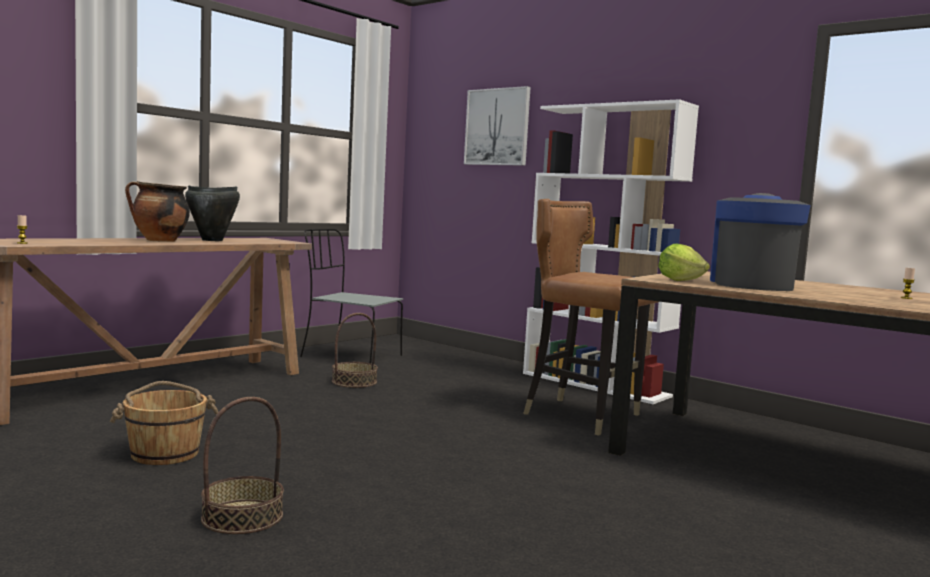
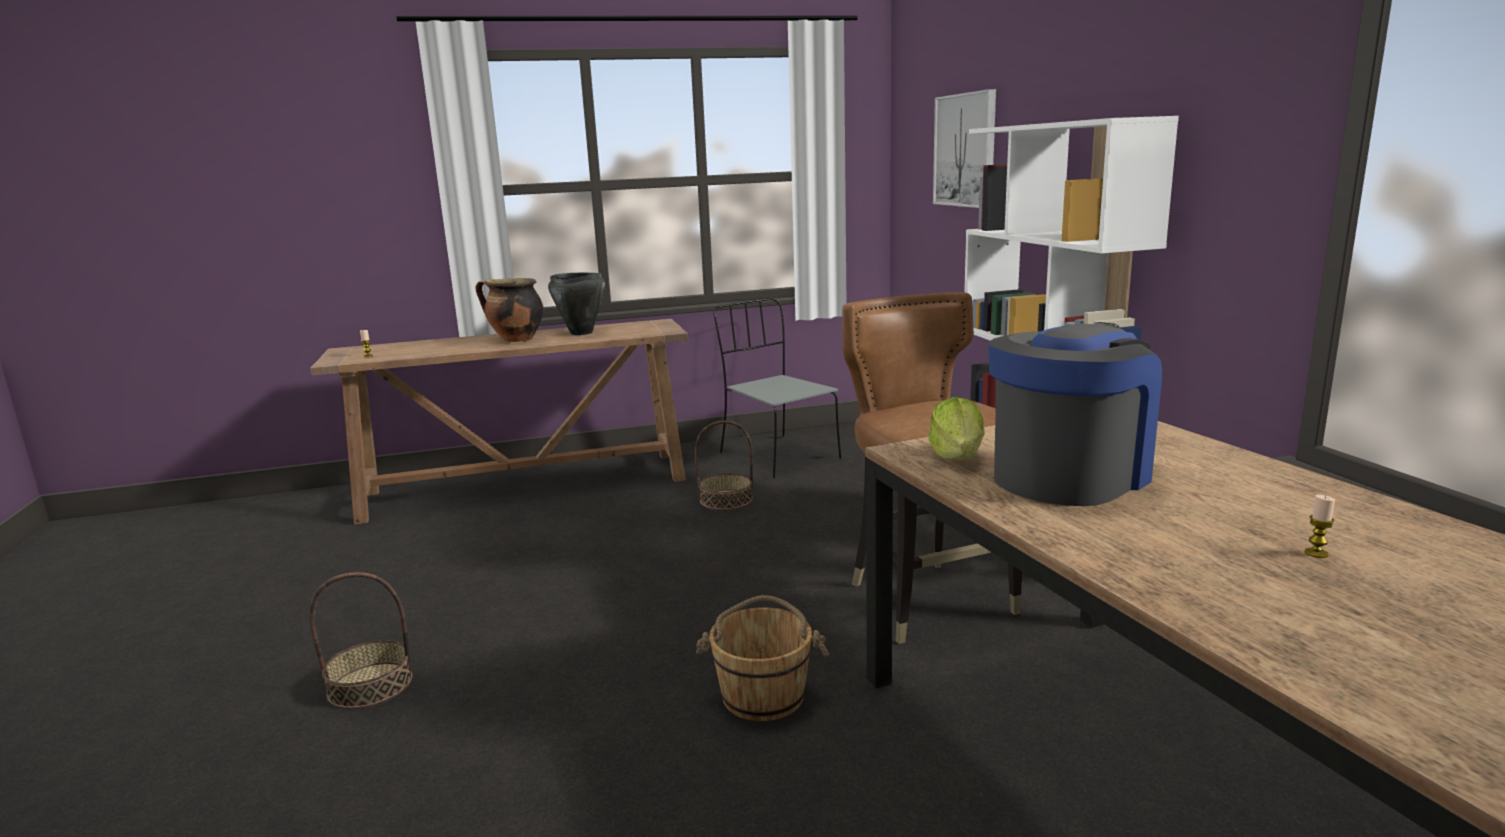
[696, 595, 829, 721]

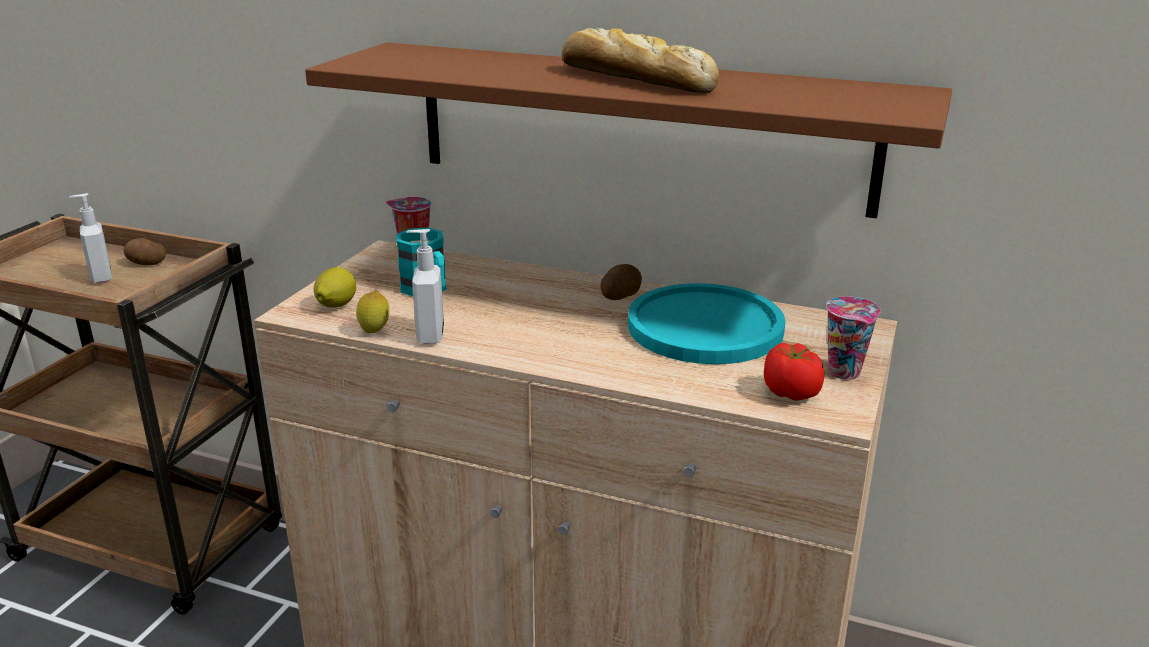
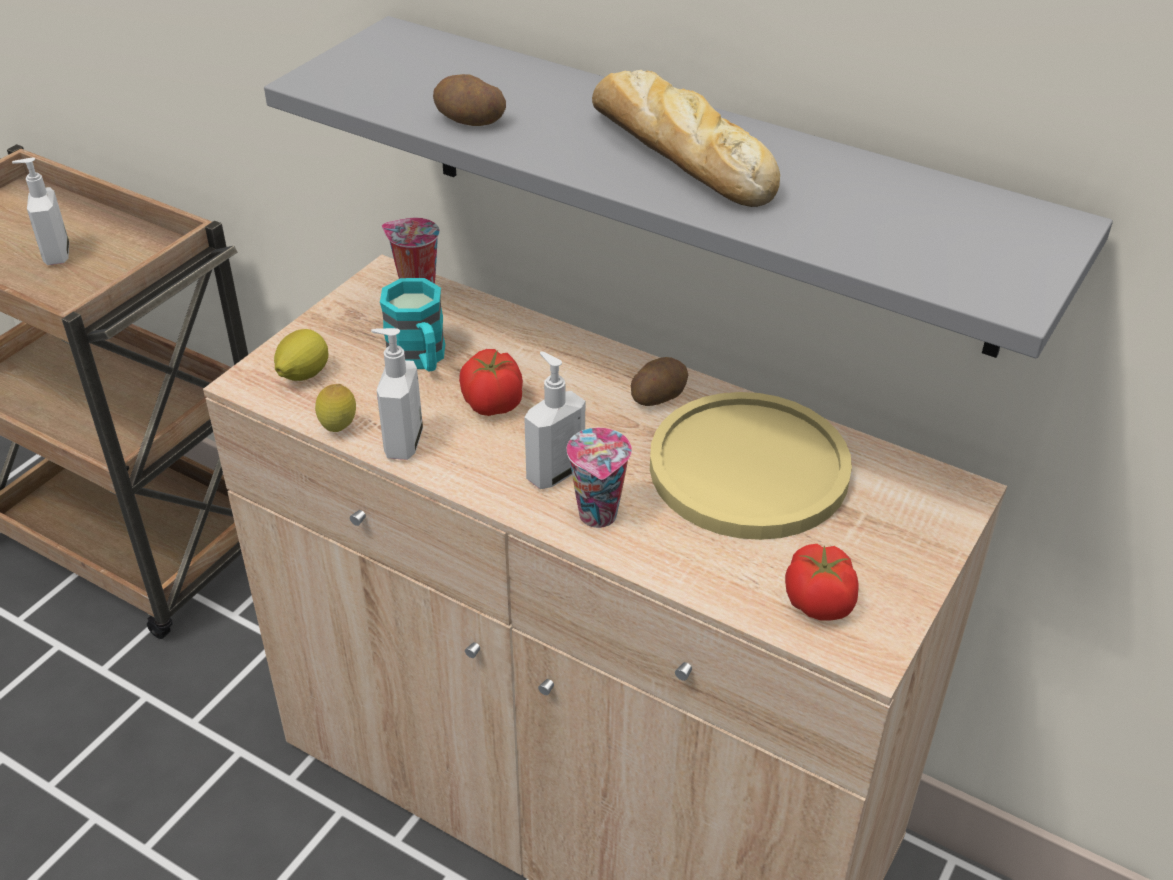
[433, 74, 506, 126]
[264, 16, 1113, 358]
[650, 392, 852, 540]
[567, 428, 632, 528]
[459, 349, 523, 416]
[524, 351, 585, 489]

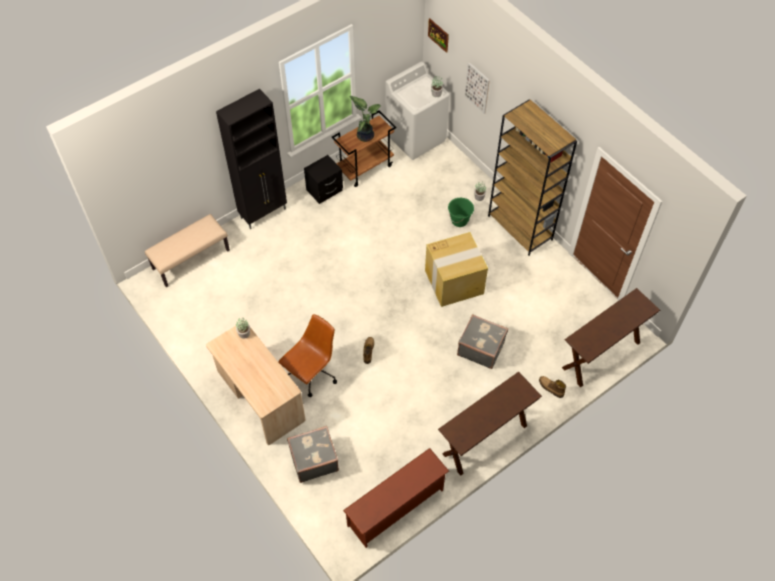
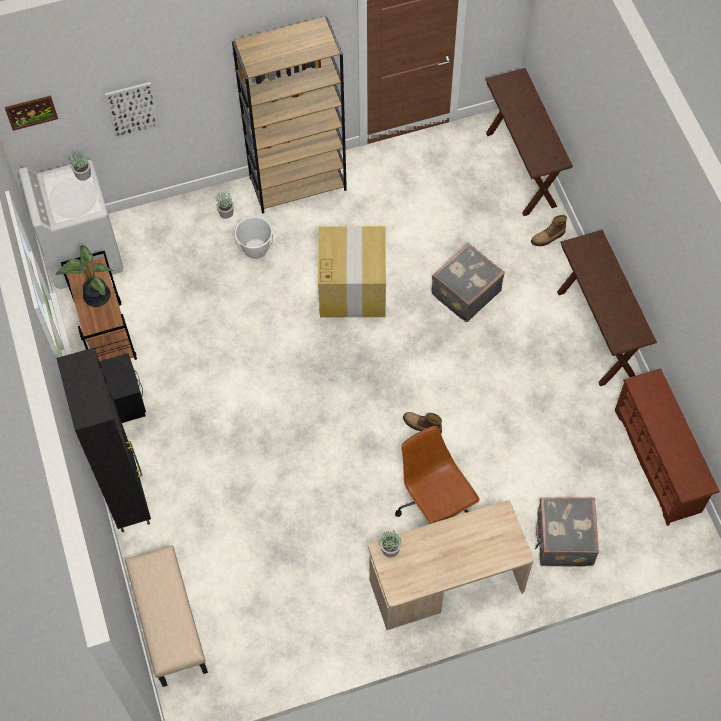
[234, 216, 273, 259]

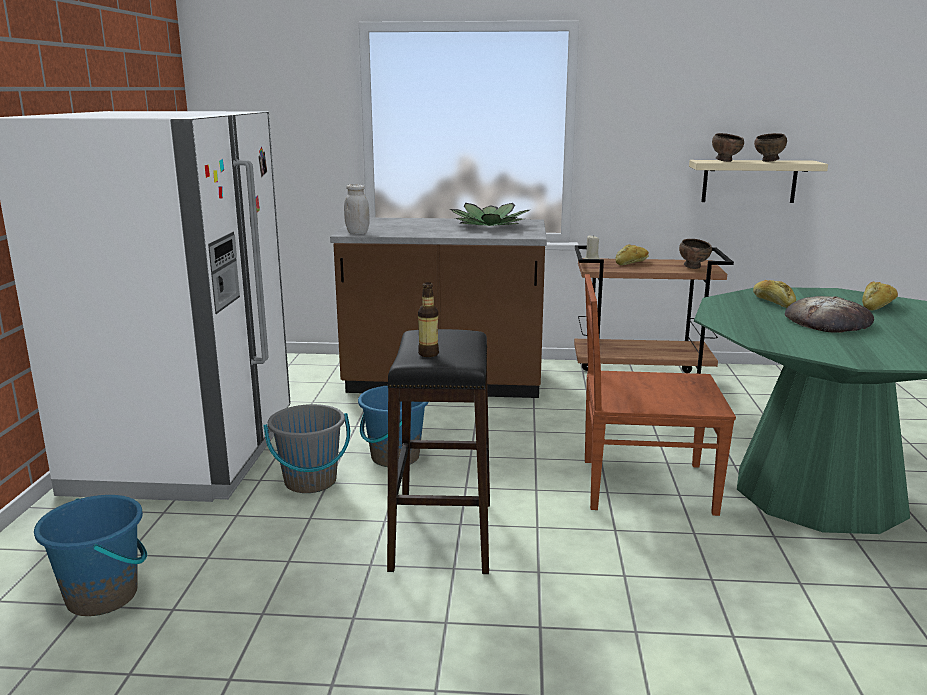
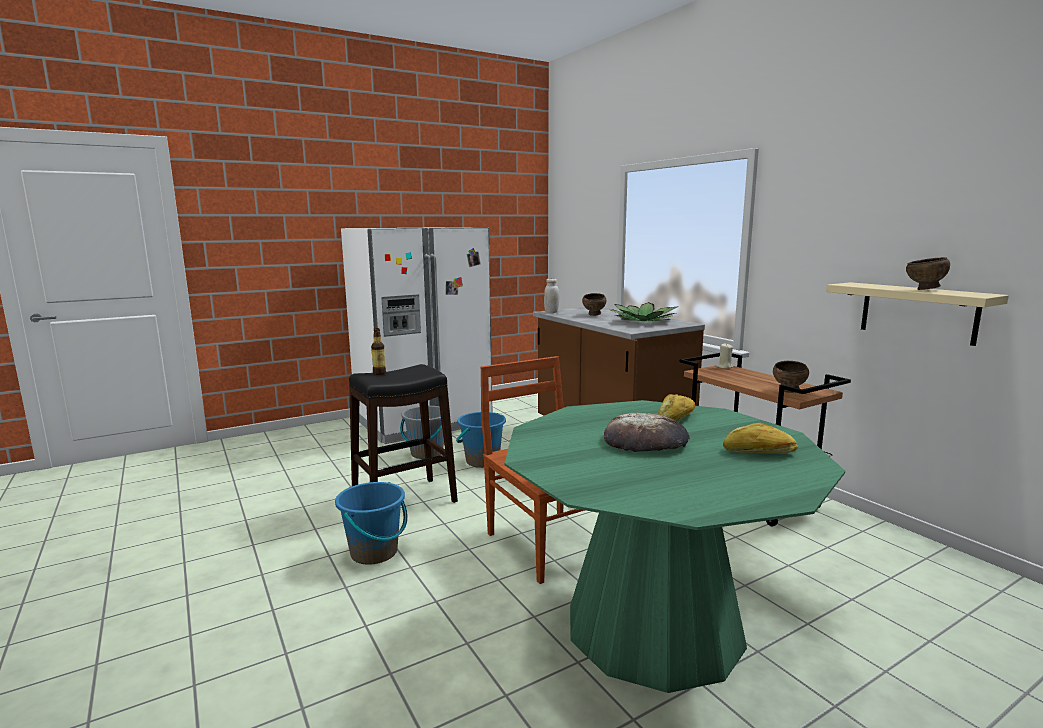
[335, 482, 408, 565]
[615, 244, 649, 265] (first image)
[582, 293, 606, 316]

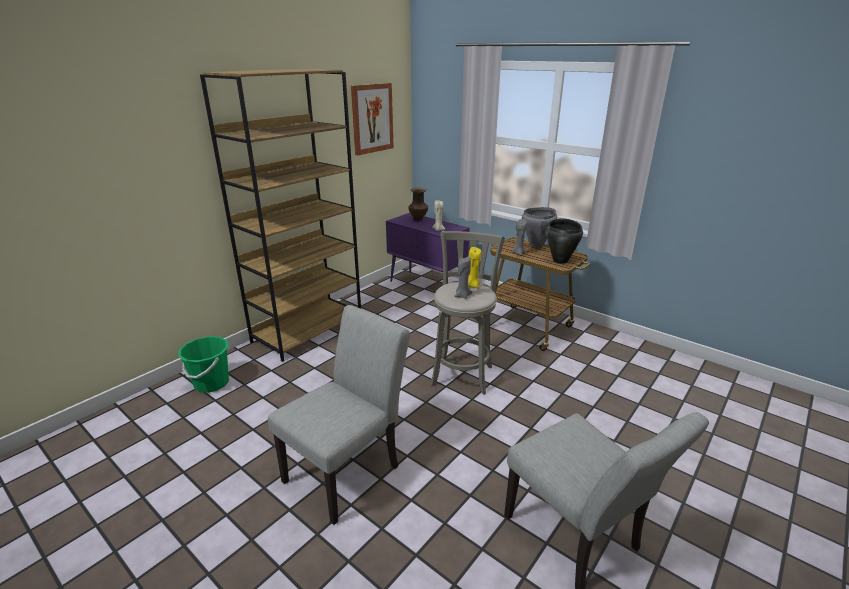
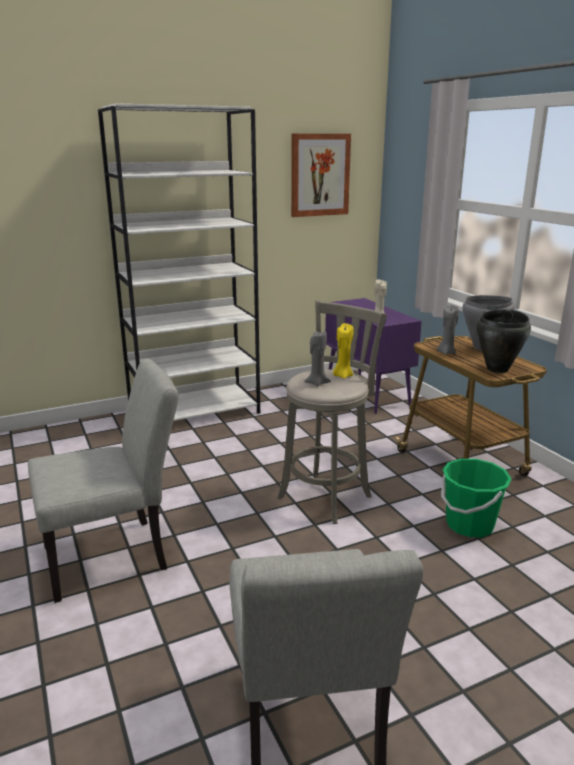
[441, 459, 512, 537]
[98, 103, 260, 421]
[408, 188, 428, 221] (first image)

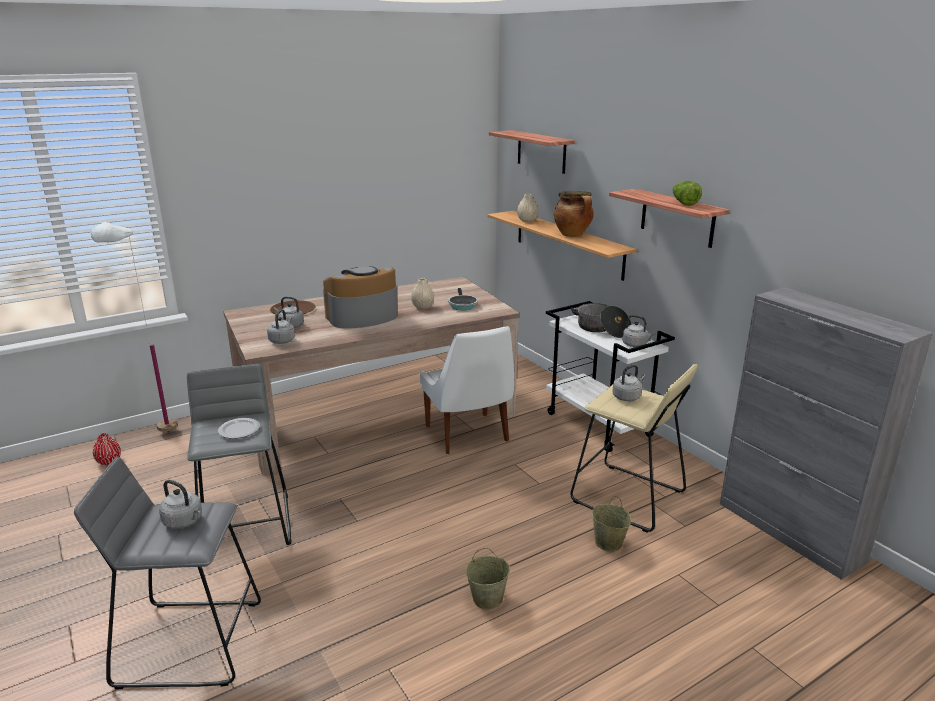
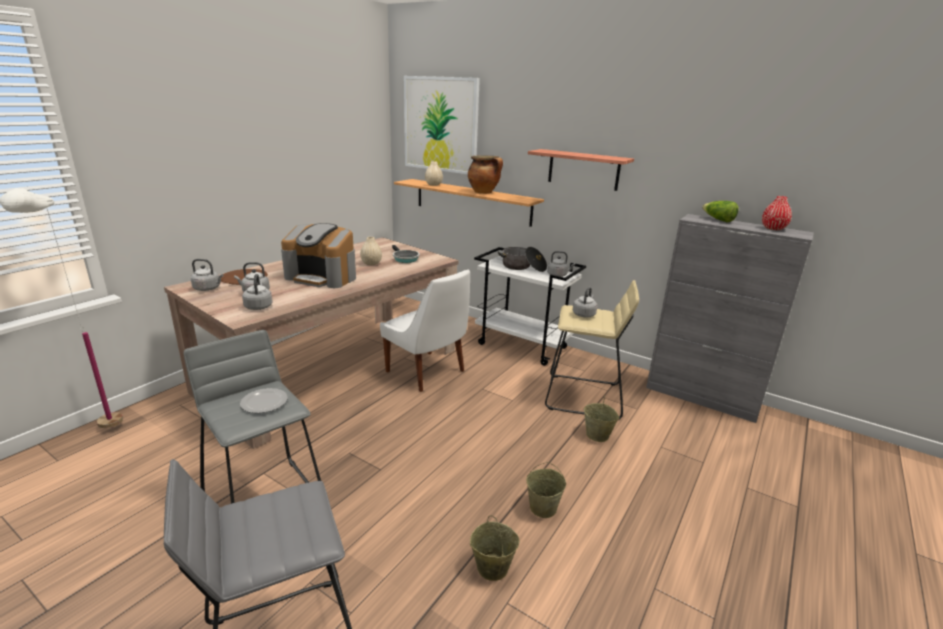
[762, 196, 792, 230]
[191, 259, 224, 291]
[281, 223, 356, 288]
[404, 76, 480, 174]
[702, 201, 739, 222]
[470, 515, 520, 581]

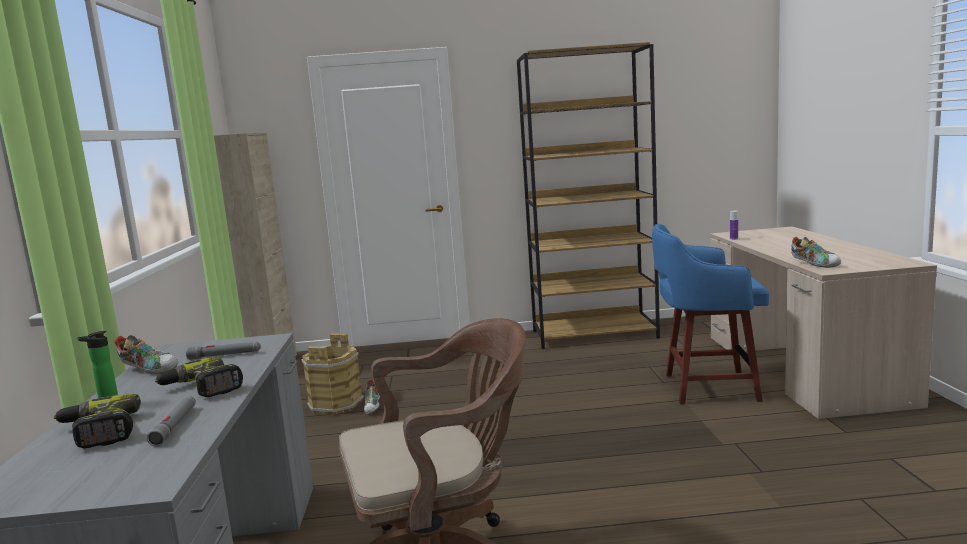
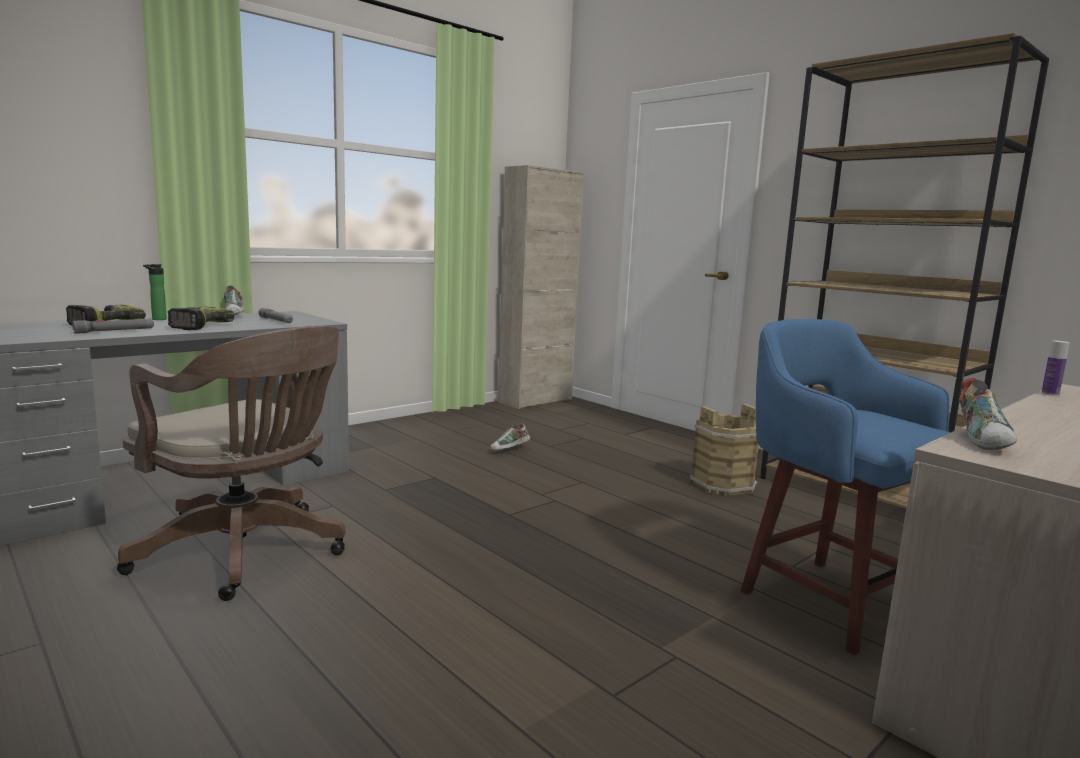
[690, 404, 759, 496]

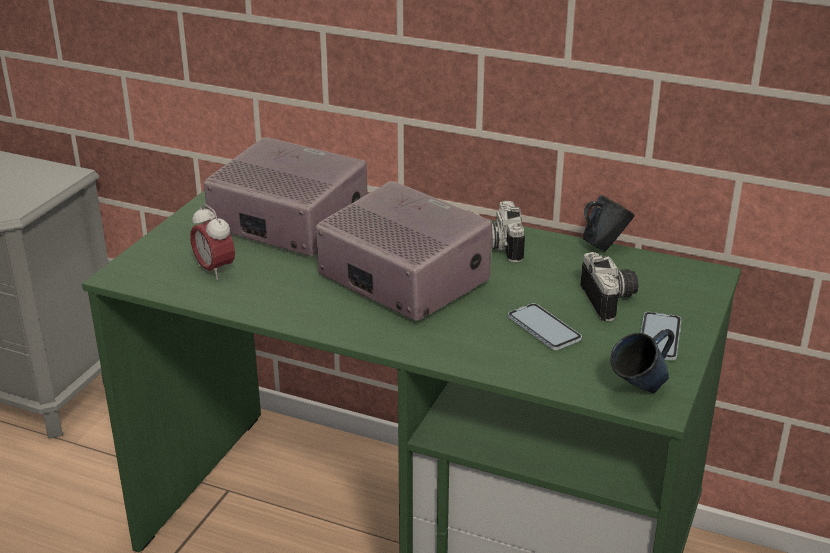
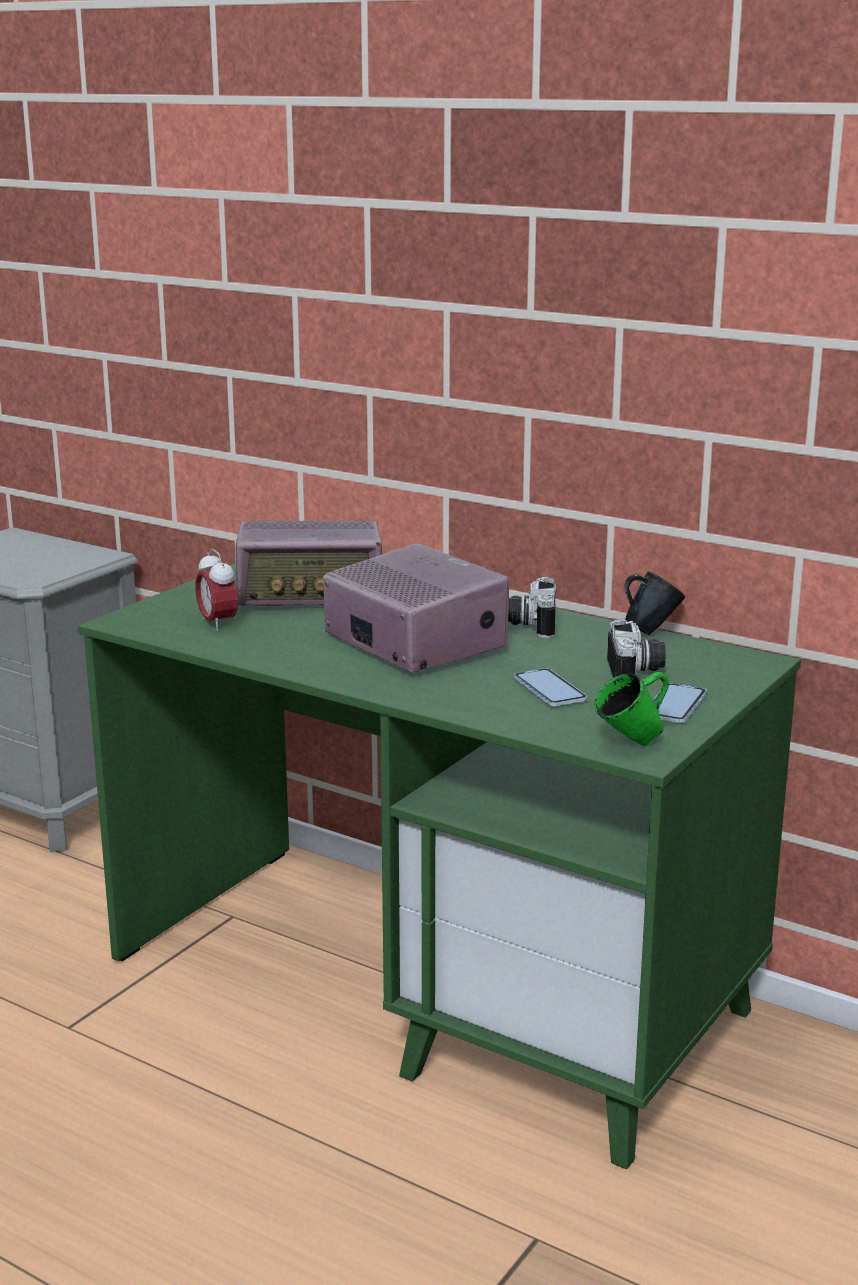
[236, 521, 382, 605]
[594, 672, 669, 746]

